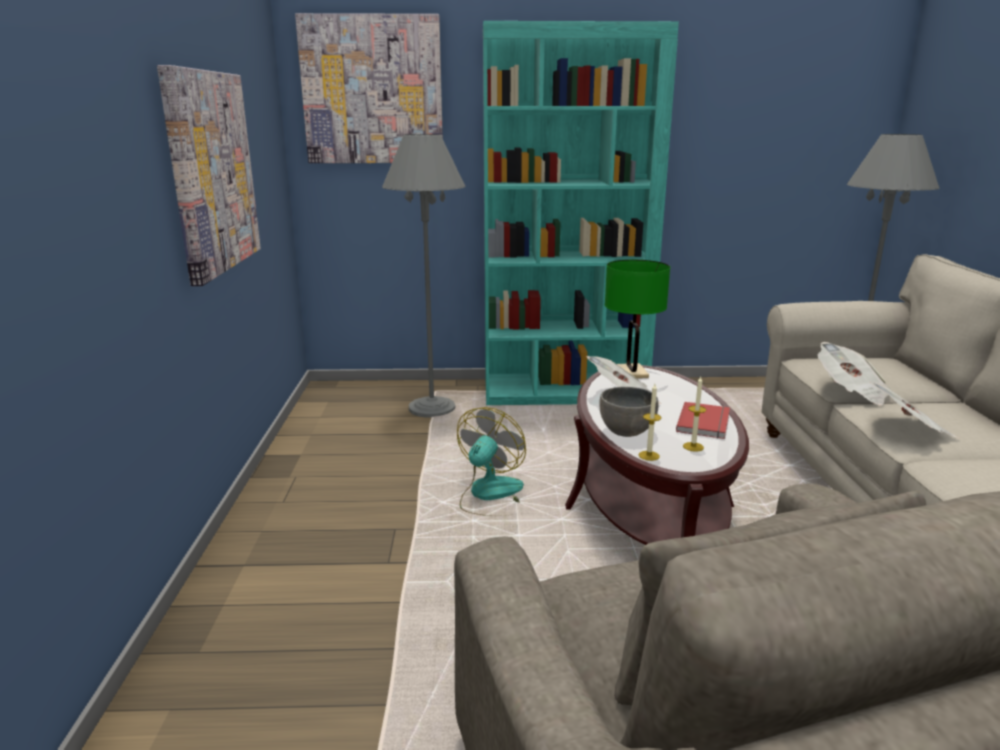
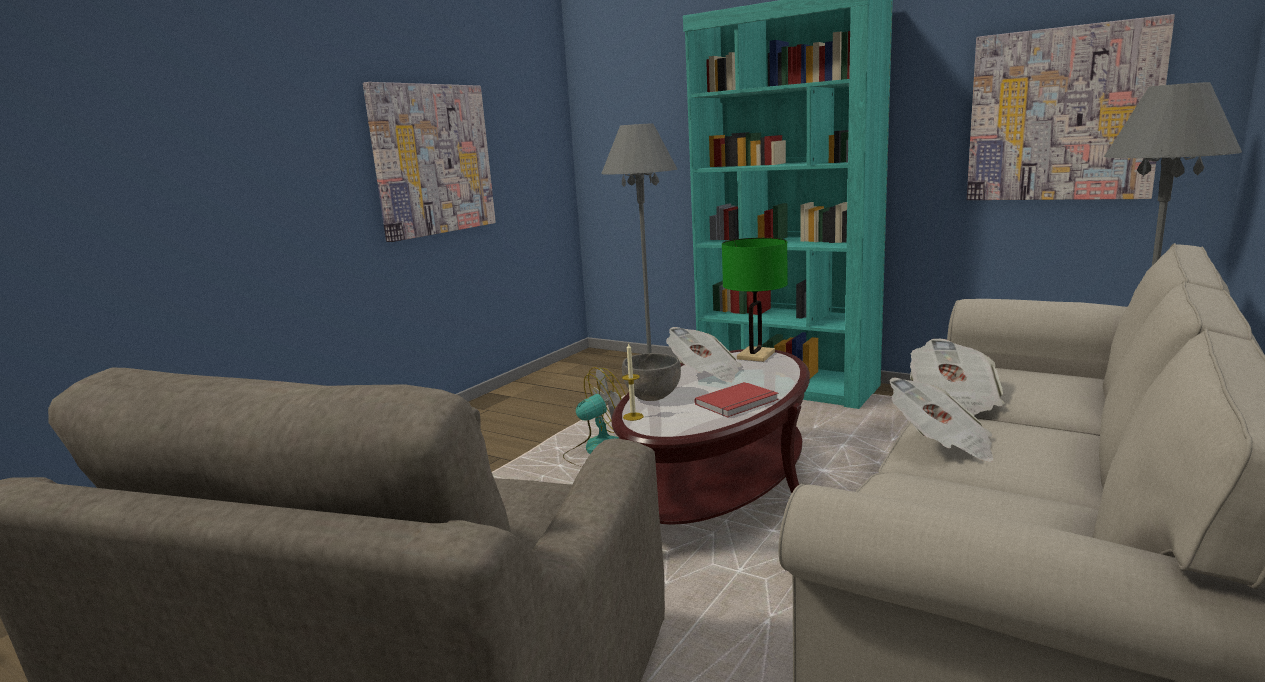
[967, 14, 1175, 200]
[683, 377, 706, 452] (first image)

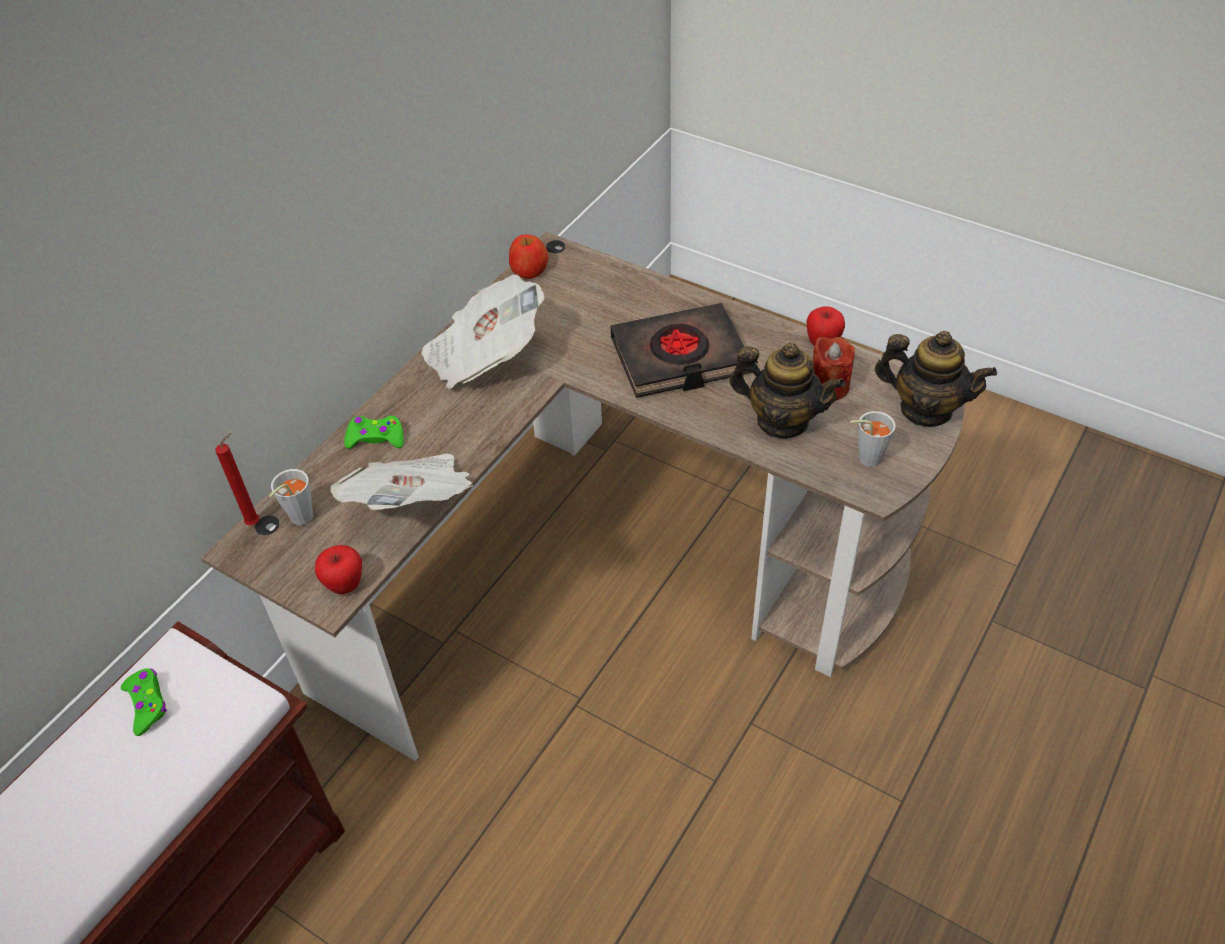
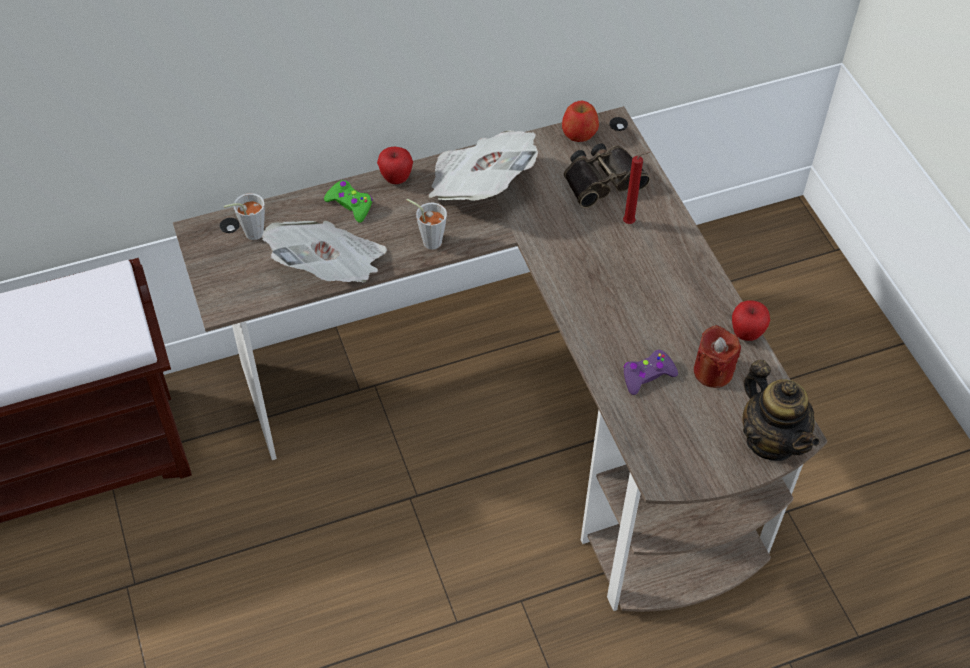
[121, 668, 167, 736] (first image)
[623, 152, 650, 224]
[377, 146, 413, 184]
[610, 303, 751, 398] (first image)
[623, 350, 678, 395]
[407, 199, 447, 249]
[564, 144, 650, 208]

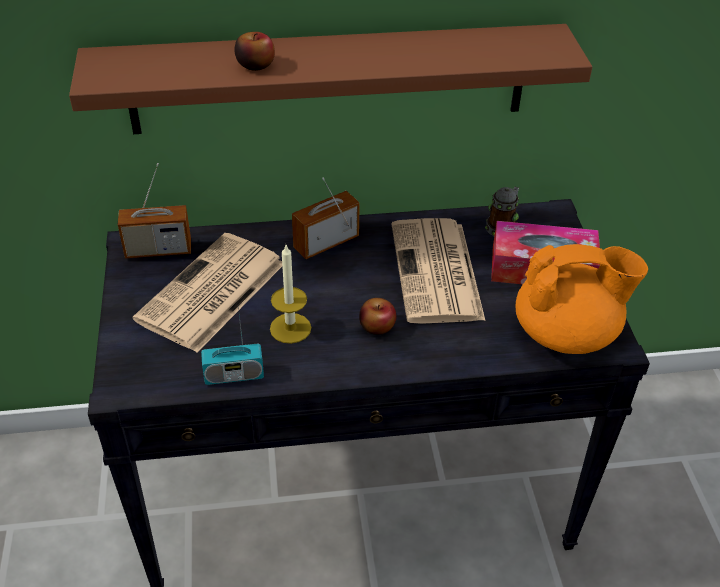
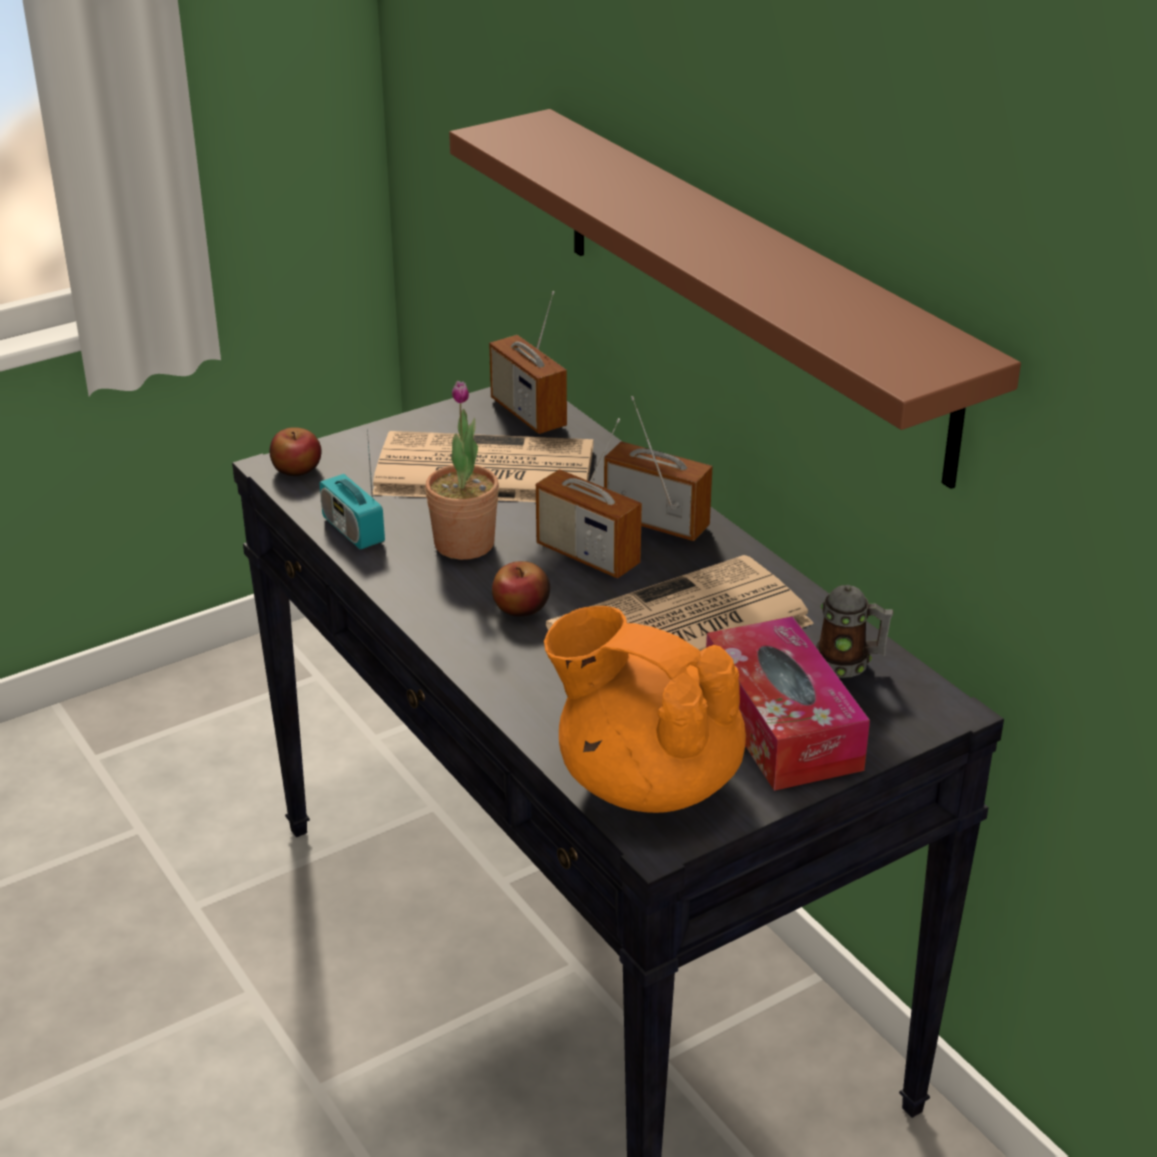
[270, 427, 322, 476]
[425, 381, 499, 560]
[544, 606, 746, 813]
[536, 418, 642, 578]

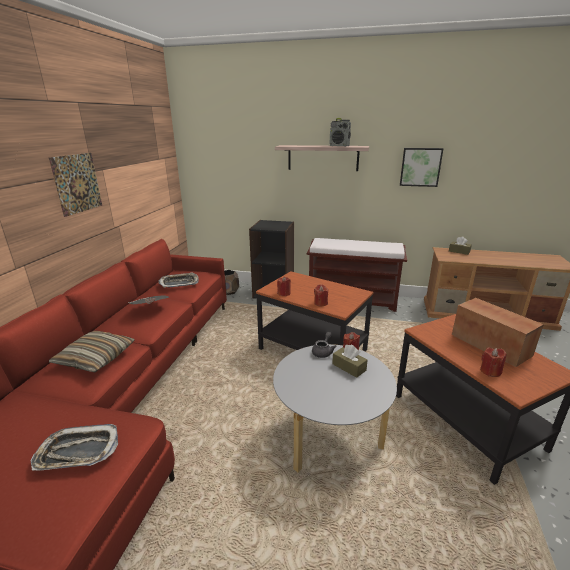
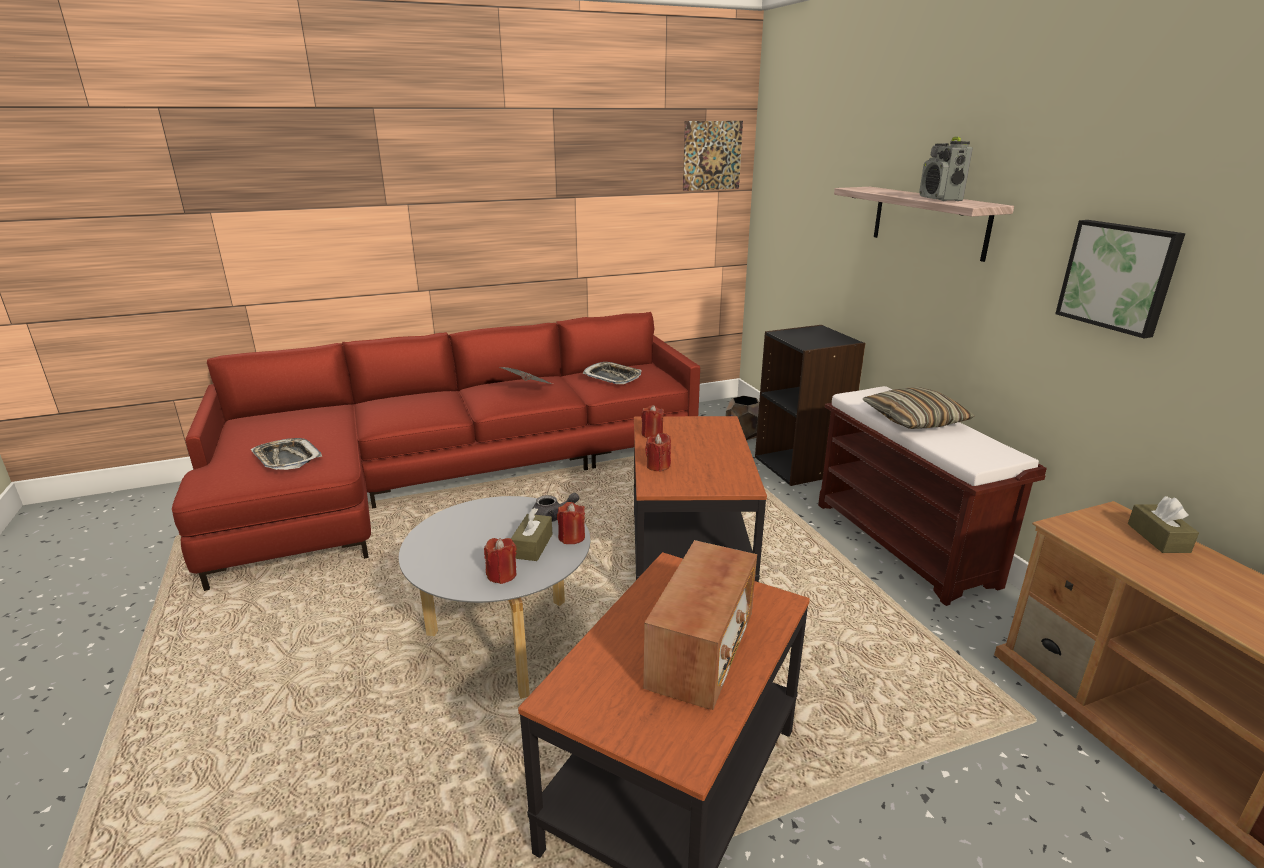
[683, 121, 743, 191]
[863, 387, 975, 429]
[484, 538, 517, 584]

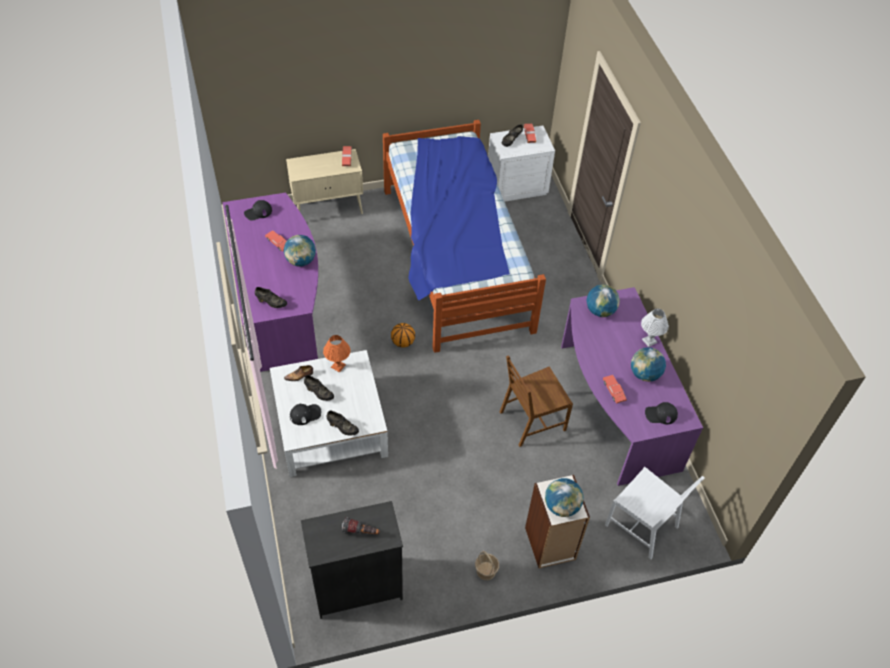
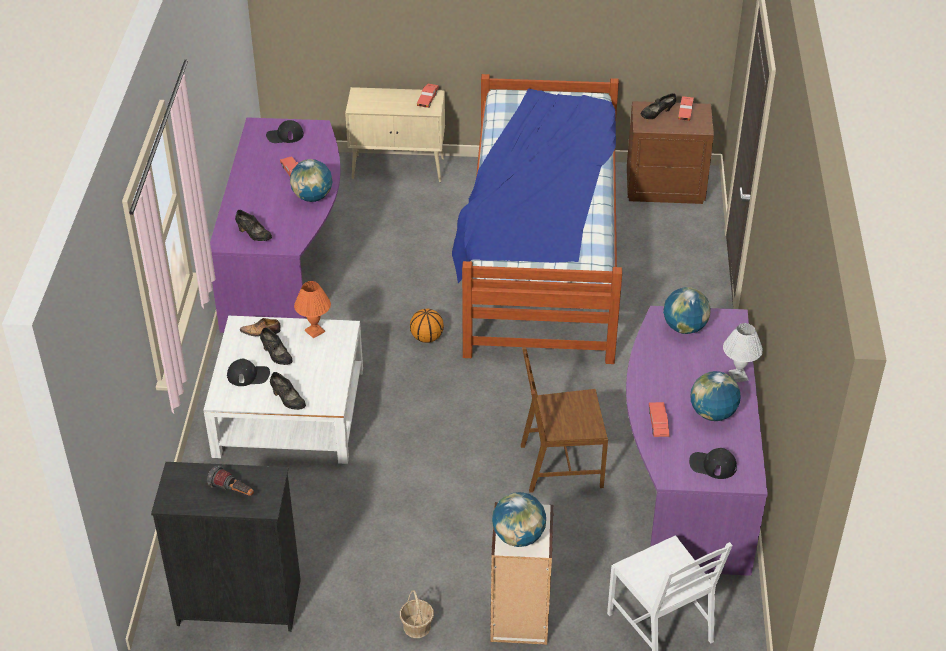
[627, 101, 714, 204]

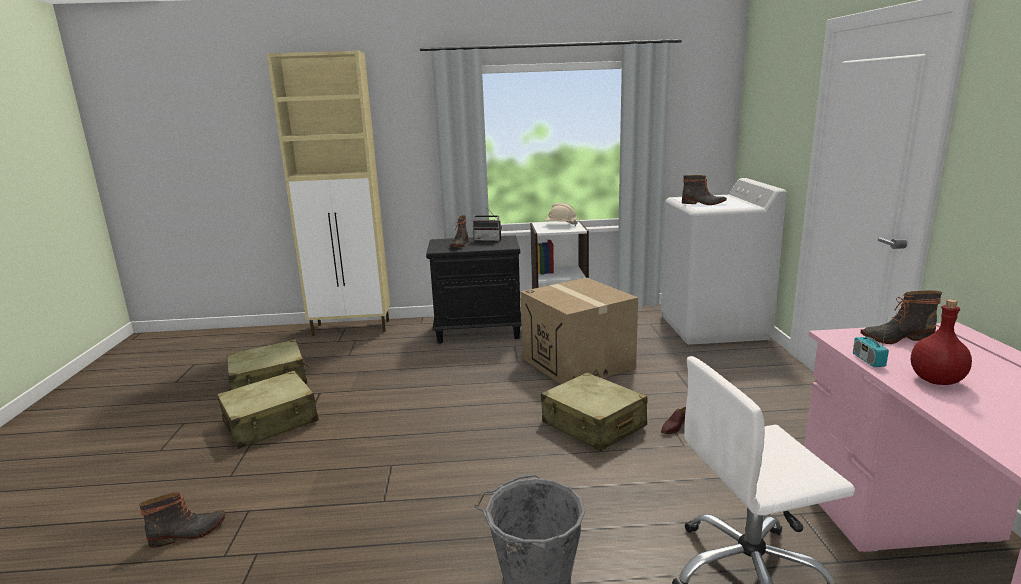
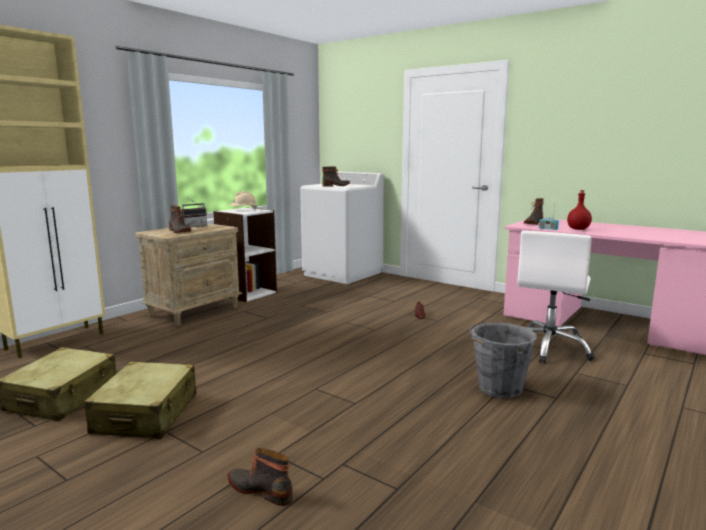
[228, 448, 293, 506]
[135, 223, 242, 326]
[520, 278, 638, 384] (first image)
[541, 373, 647, 451] (first image)

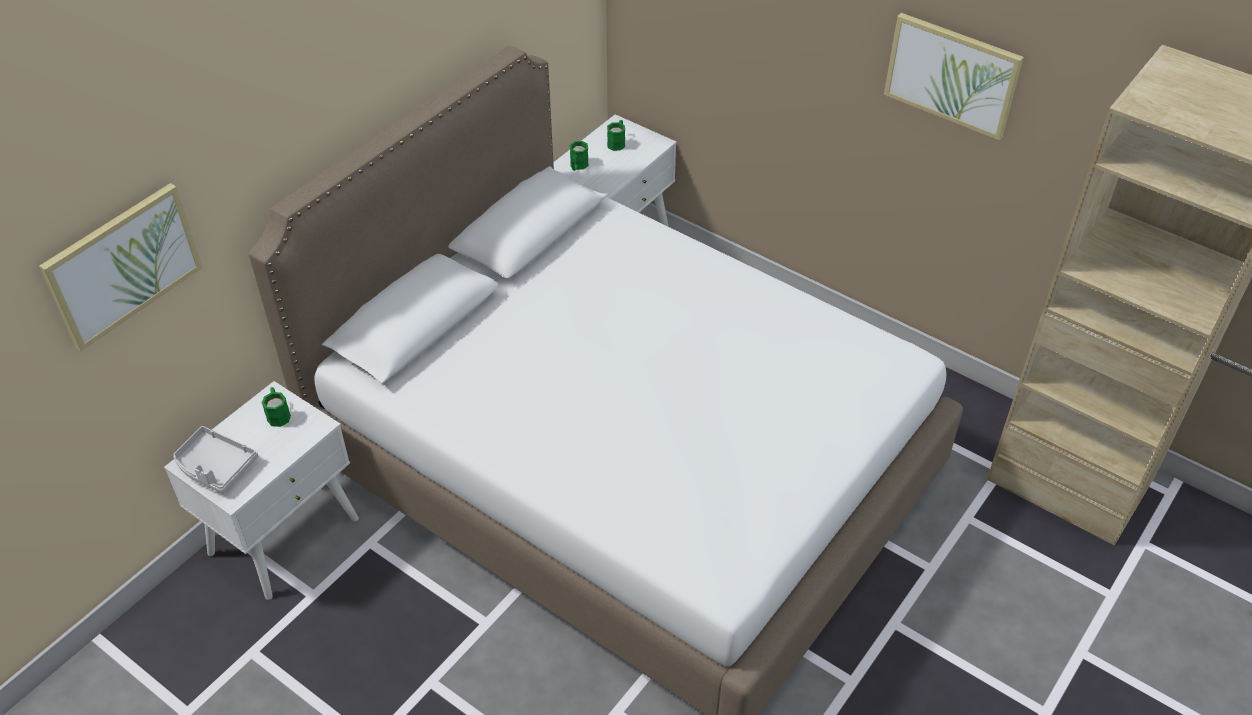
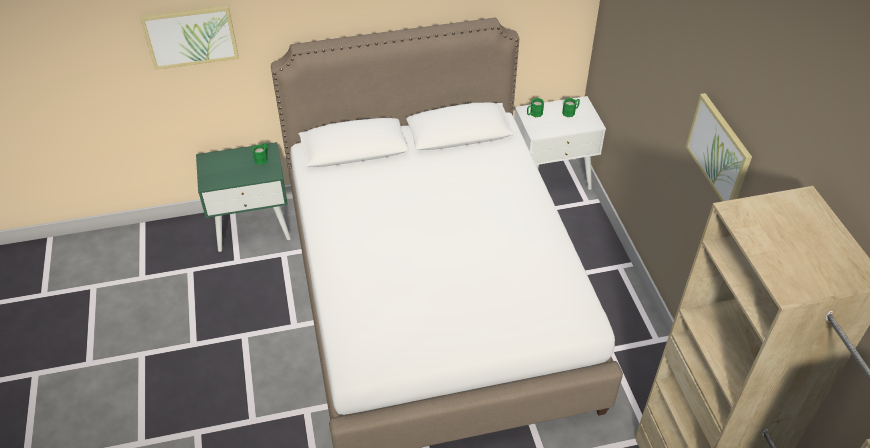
[196, 142, 291, 252]
[173, 426, 258, 494] (first image)

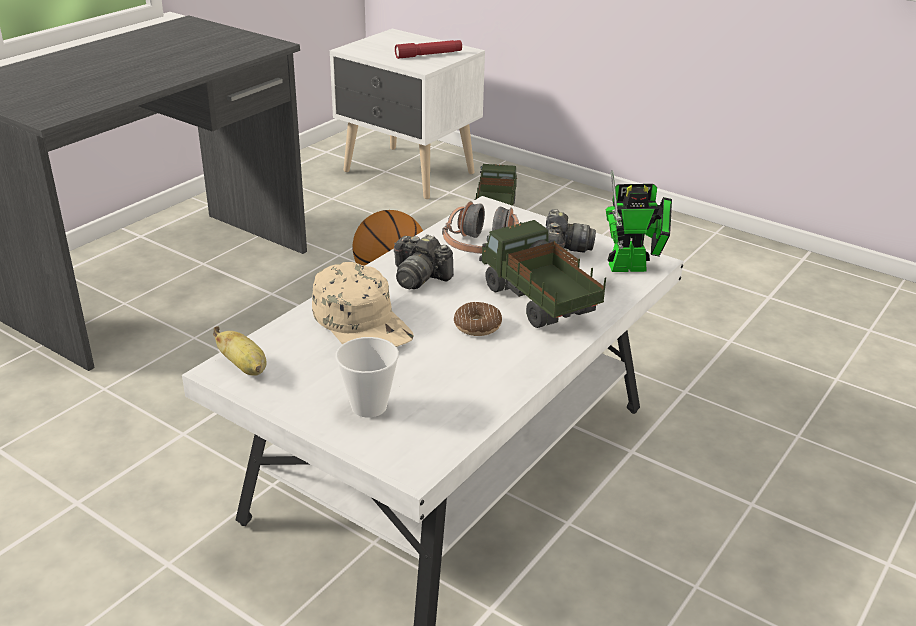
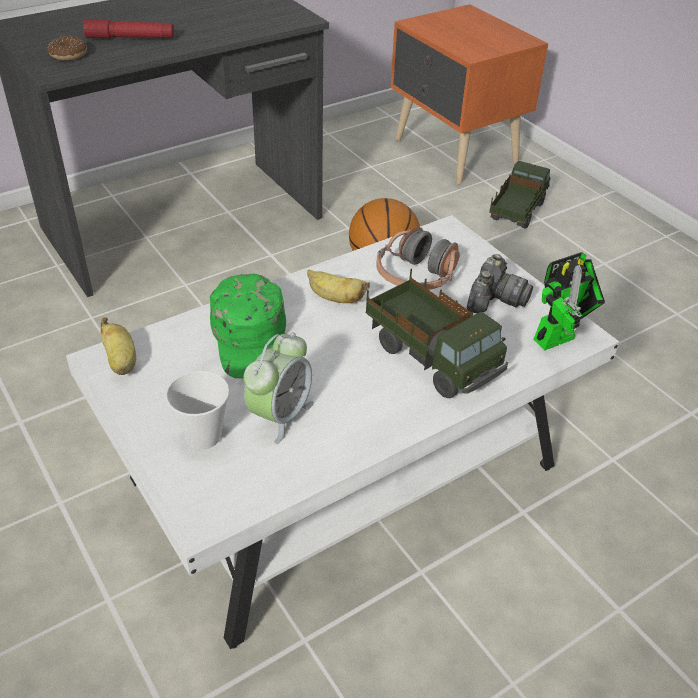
[210, 274, 286, 378]
[391, 4, 548, 184]
[307, 269, 370, 303]
[83, 19, 174, 38]
[48, 36, 87, 61]
[365, 269, 508, 398]
[533, 252, 605, 350]
[244, 333, 314, 444]

